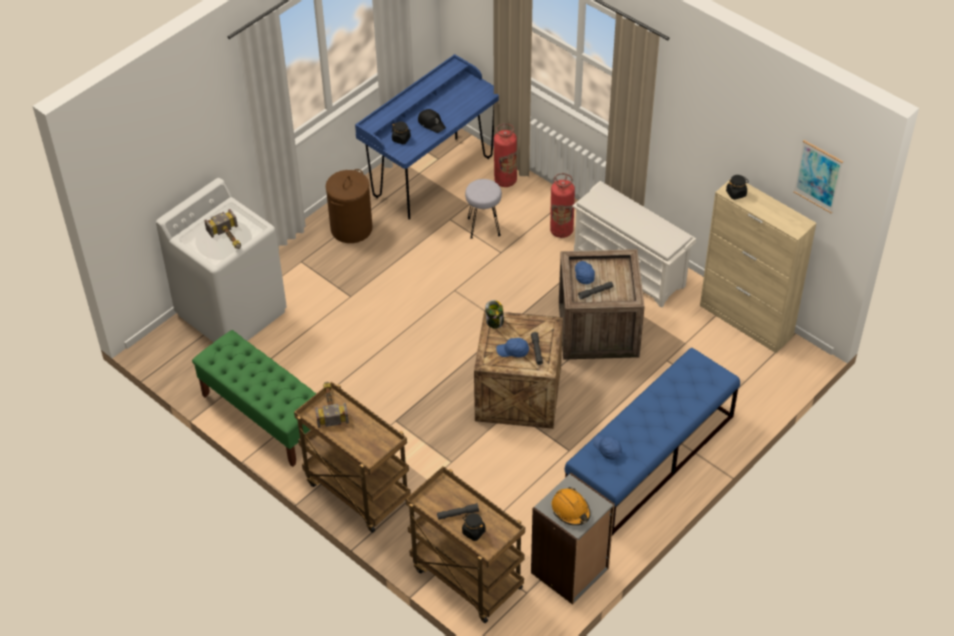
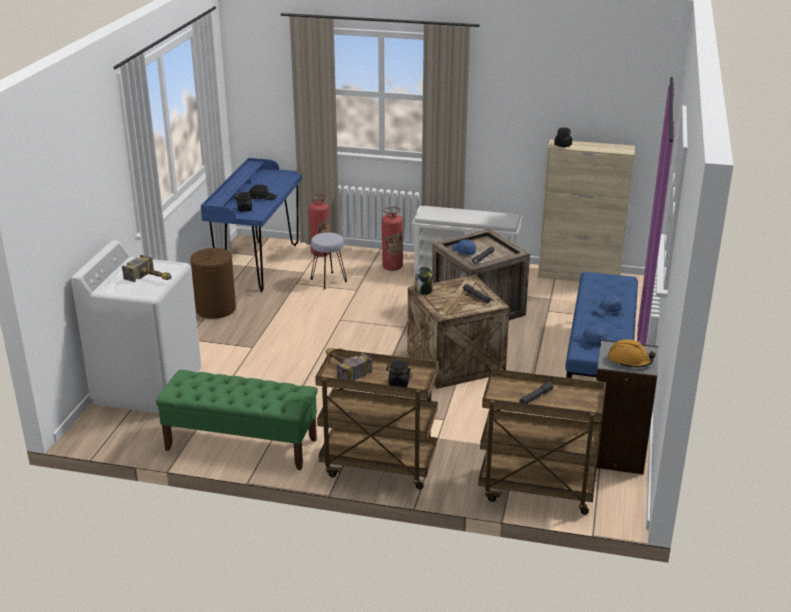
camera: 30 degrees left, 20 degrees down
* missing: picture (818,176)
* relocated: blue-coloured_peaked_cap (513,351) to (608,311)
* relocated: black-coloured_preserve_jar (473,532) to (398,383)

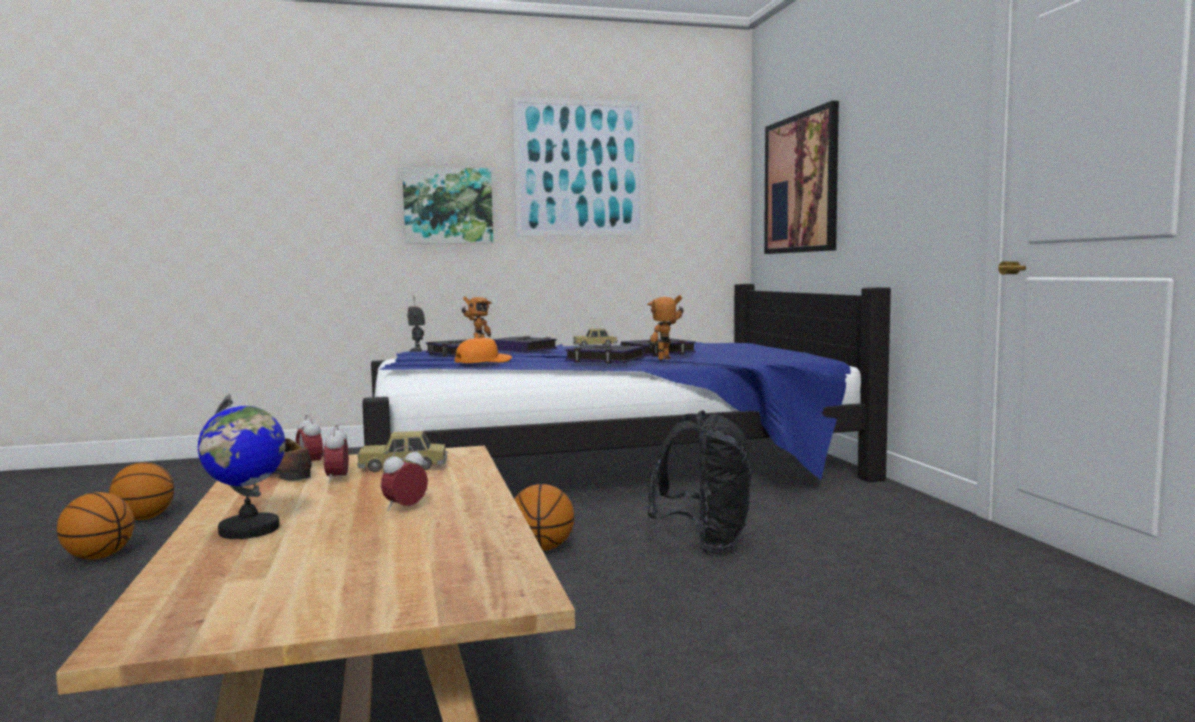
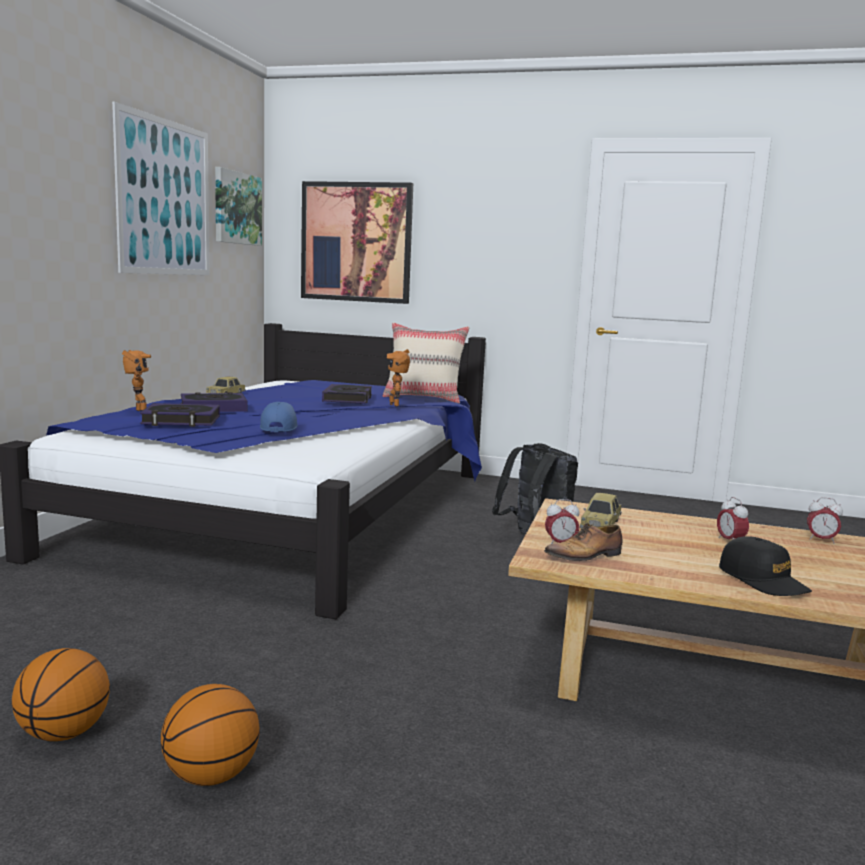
camera: 60 degrees left, 5 degrees up
* relocated: picture (448,206) to (236,208)
* missing: toy_robot (417,351)
* colour: orangey_peaked_cap (483,362) to blue-coloured_peaked_cap (279,427)
* missing: bound_book (605,360)
* exchanged: globe (249,530) to black-coloured_peaked_cap (762,580)
* relocated: bedside_clock (337,479) to (821,540)
* missing: basketball (542,548)
* appeared: beige_pillow (424,398)

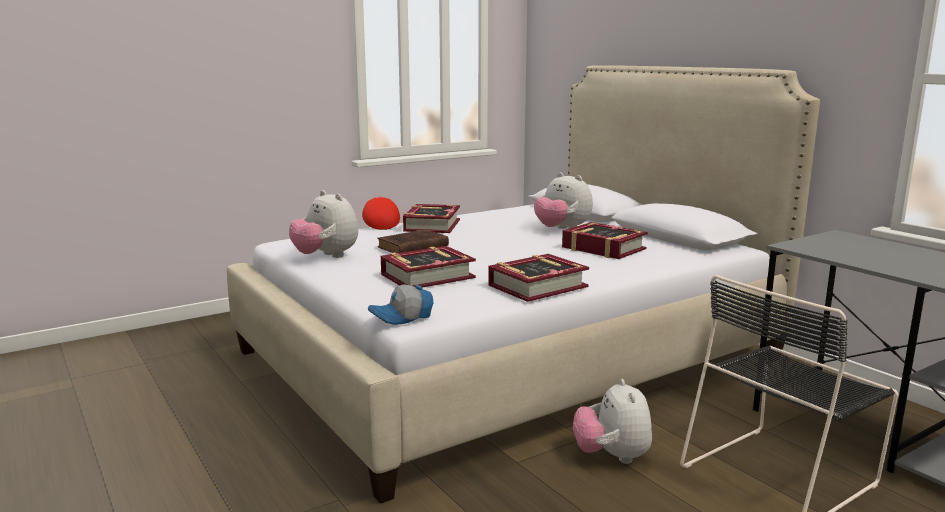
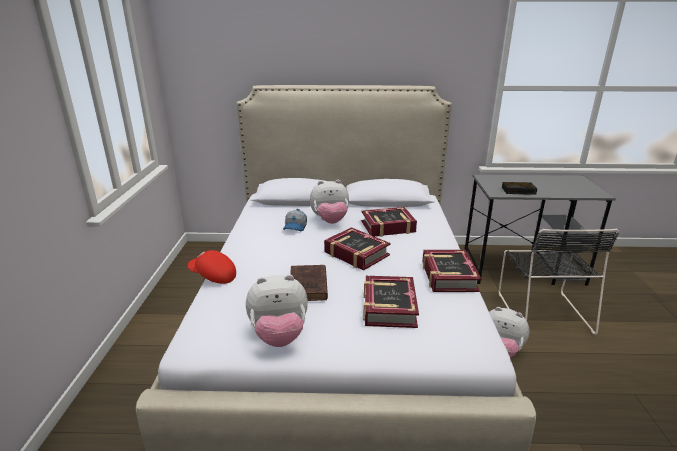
camera: 55 degrees left, 10 degrees up
* relocated: bound_book (431,225) to (356,254)
* relocated: peaked_cap (402,317) to (296,227)
* appeared: bedside_clock (519,191)

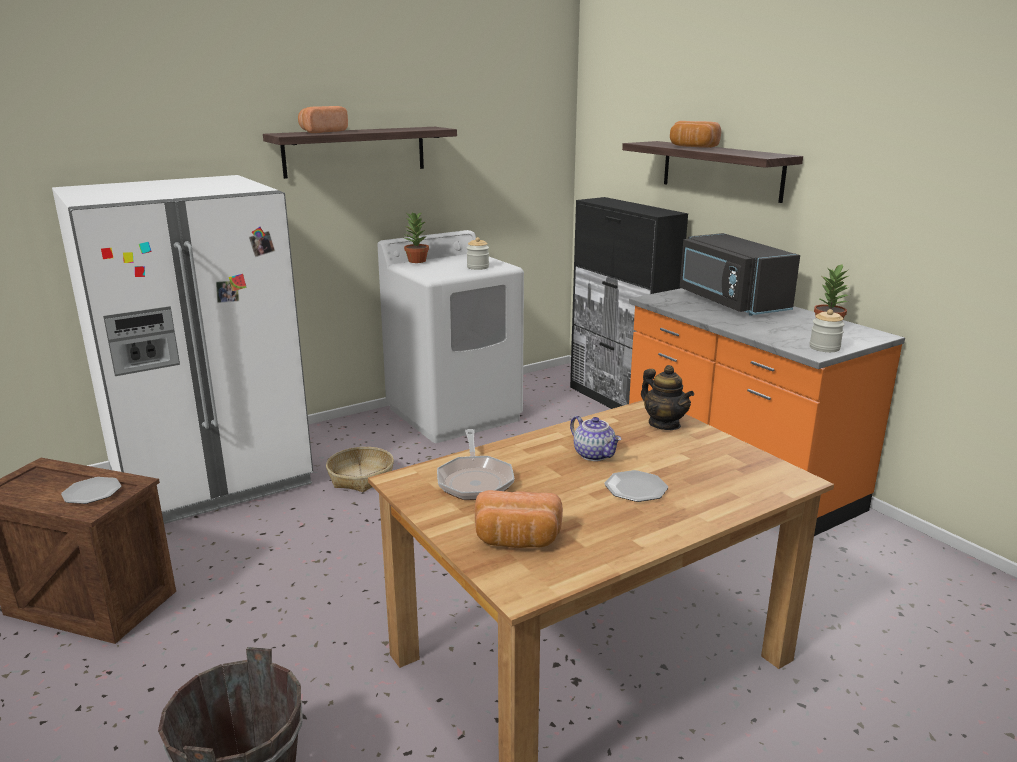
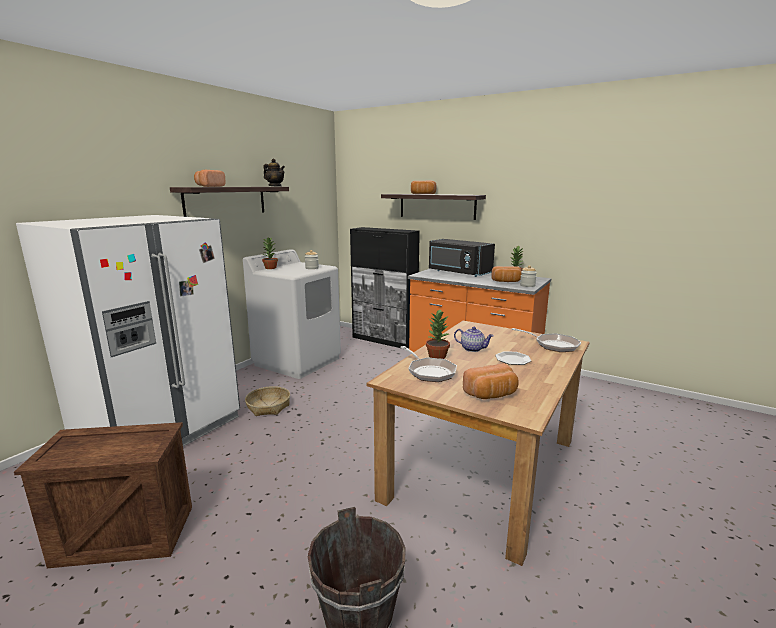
camera: 25 degrees left, 5 degrees down
* relocated: pot_for_tea (664,424) to (275,186)
* missing: flat_dish (92,492)
* appeared: baked_bread (506,282)
* appeared: houseplant (437,356)
* appeared: pan (553,345)

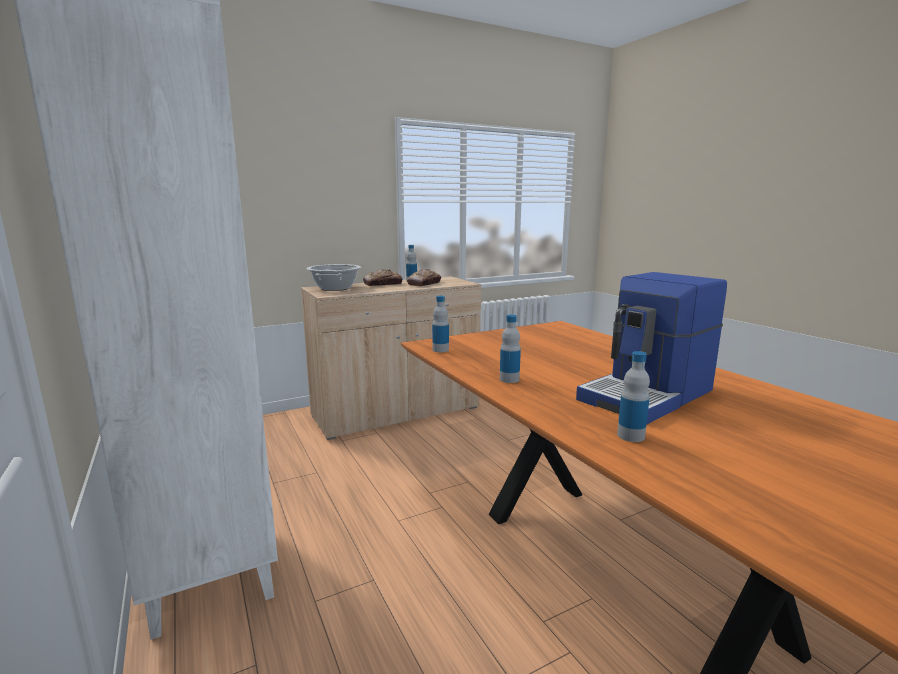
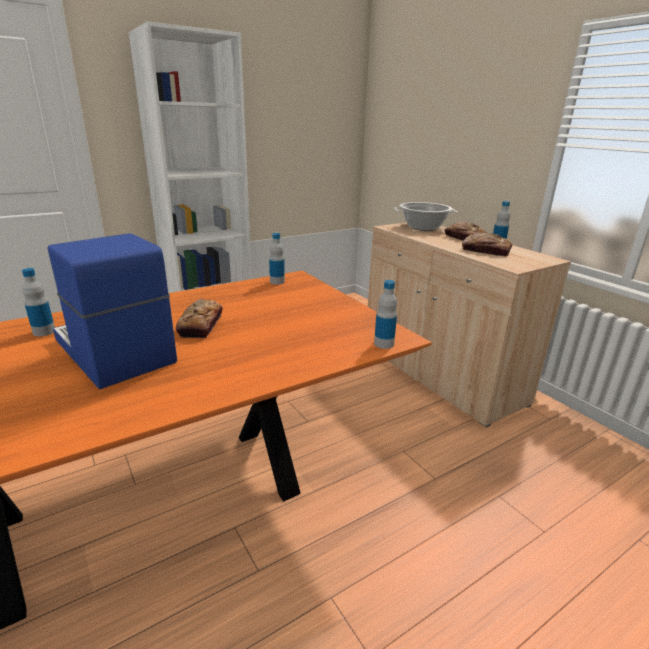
camera: 85 degrees right, 10 degrees up
* relocated: bottle (509,379) to (384,344)
* appeared: baked_bread (201,325)

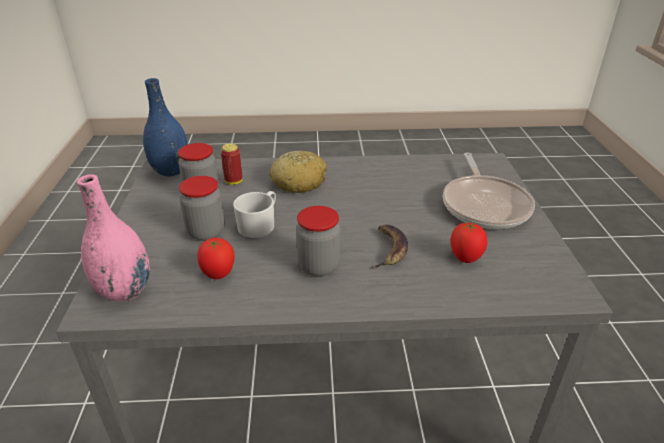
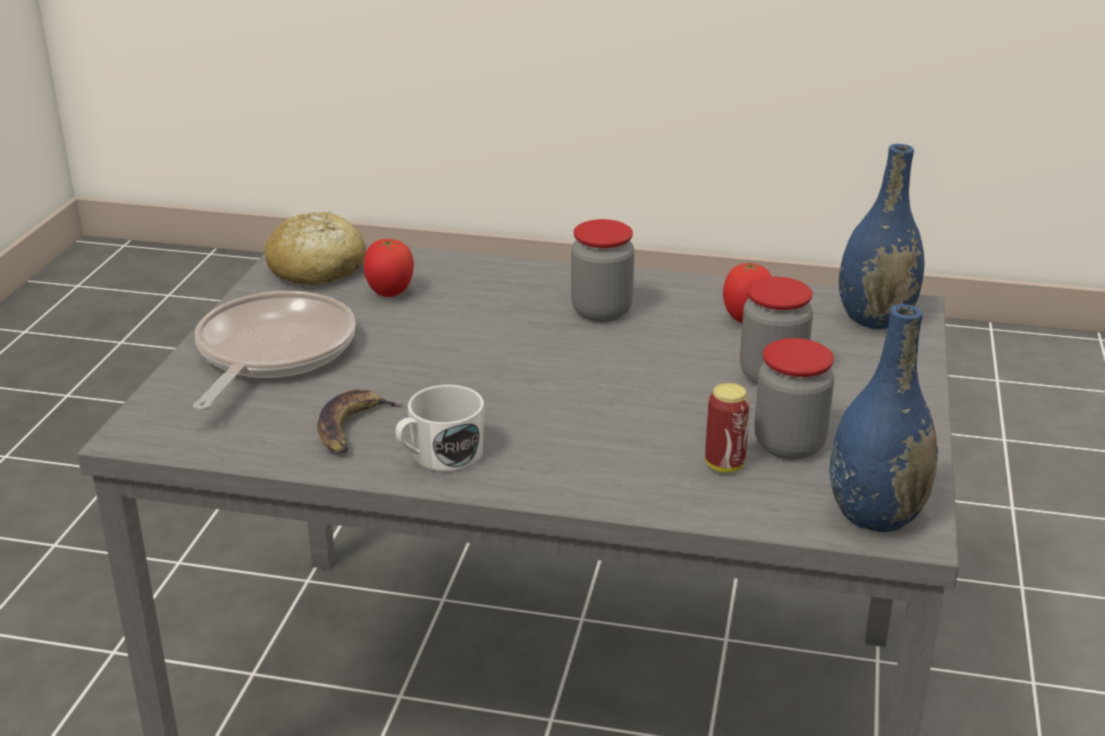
camera: 165 degrees left, 5 degrees down
* relocated: baked_bread (299,182) to (317,269)
* colour: pink_vase (125,291) to blue-coloured_vase (875,319)
* relocated: whitish_mug (259,225) to (439,456)
* relocated: banana (389,249) to (353,428)

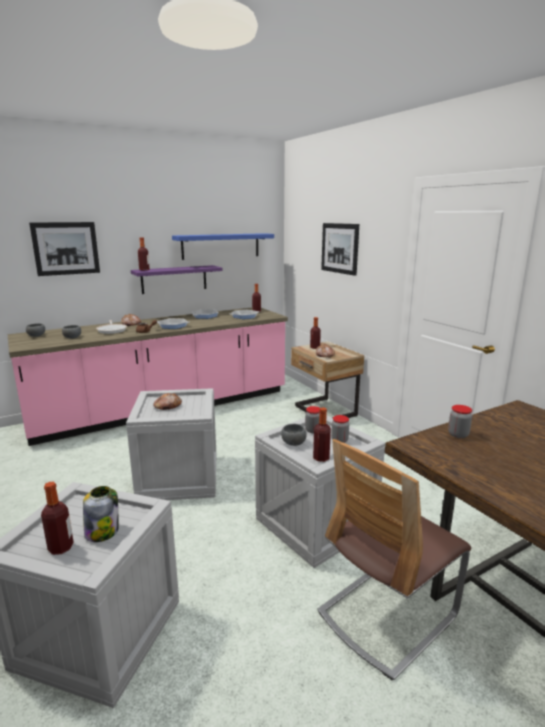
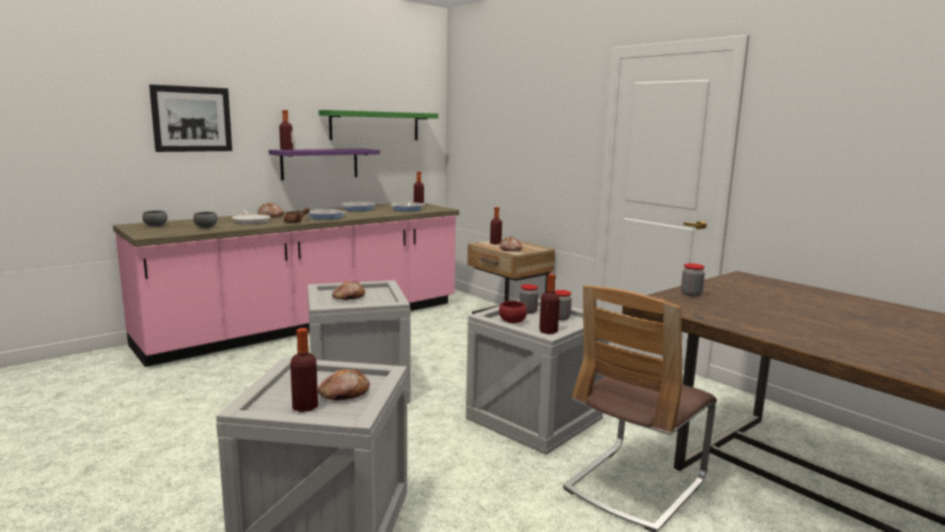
camera: 10 degrees left, 5 degrees down
* missing: picture (339,248)
* colour: blue-coloured_bracket_shelf (221,246) to green_bracket_shelf (375,126)
* colour: gray_bowl (293,443) to reddish_bowl (511,321)
* exchanged: preserve_jar (102,531) to baked_bread (343,393)

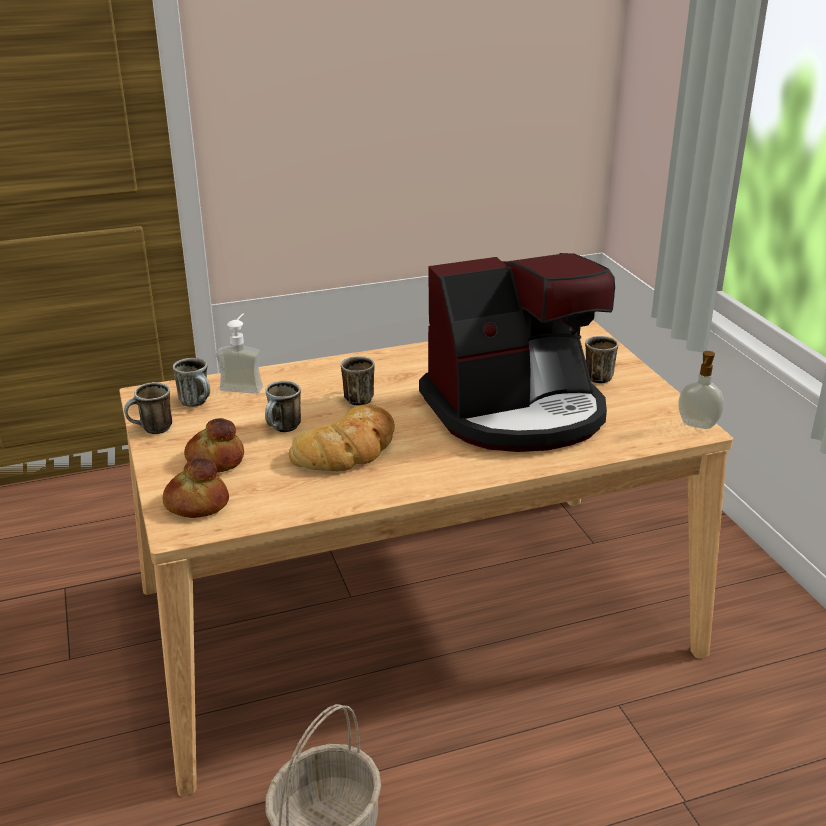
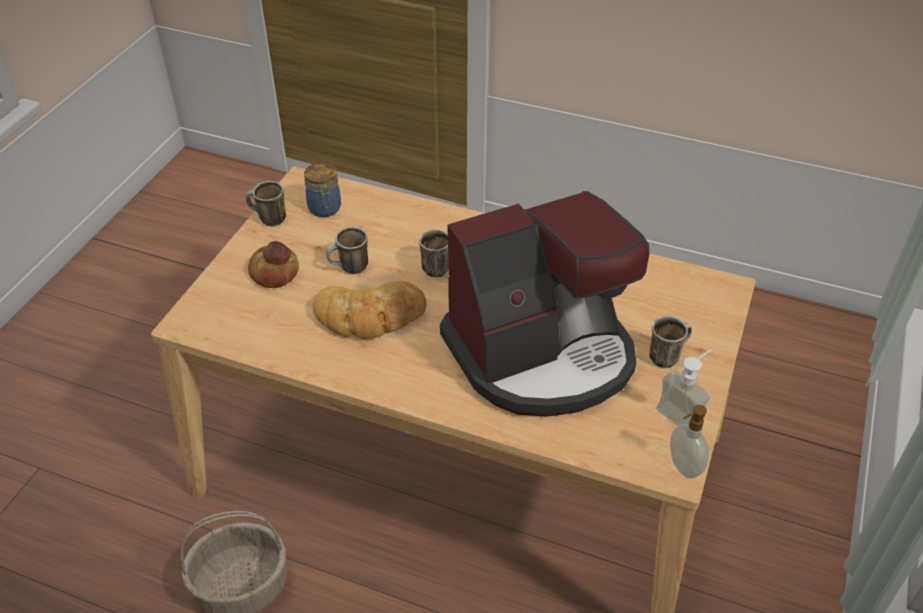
camera: 40 degrees right, 15 degrees up
* spun: coffee_machine (517,412) = (542,354) 45 degrees counterclockwise
* relocated: soap_dispenser (244,385) to (685,413)
* exchanged: mug (198,403) to preserve_jar (325,209)
* missing: baked_bread (196,504)

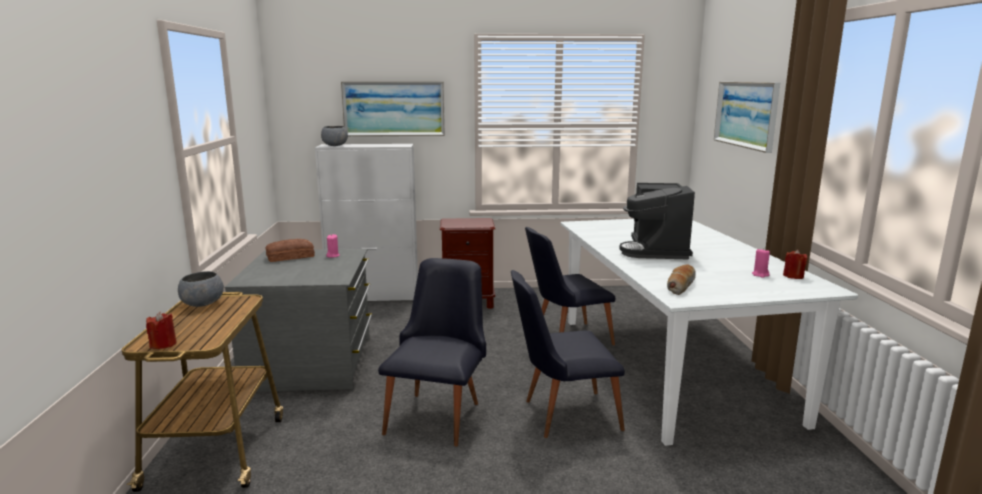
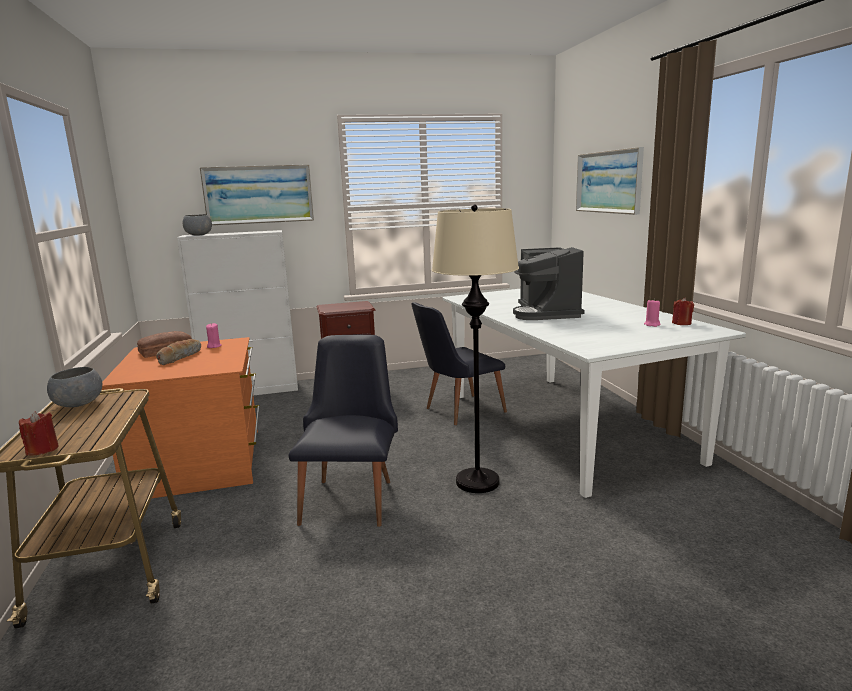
camera: 10 degrees left, 0 degrees up
* colour: gray_chest_of_drawers (312,362) to orangey_chest_of_drawers (201,462)
* relocated: baked_bread (680,285) to (180,357)
* exchanged: black-coloured_chair (561,414) to beige_floor_lamp (477,482)

